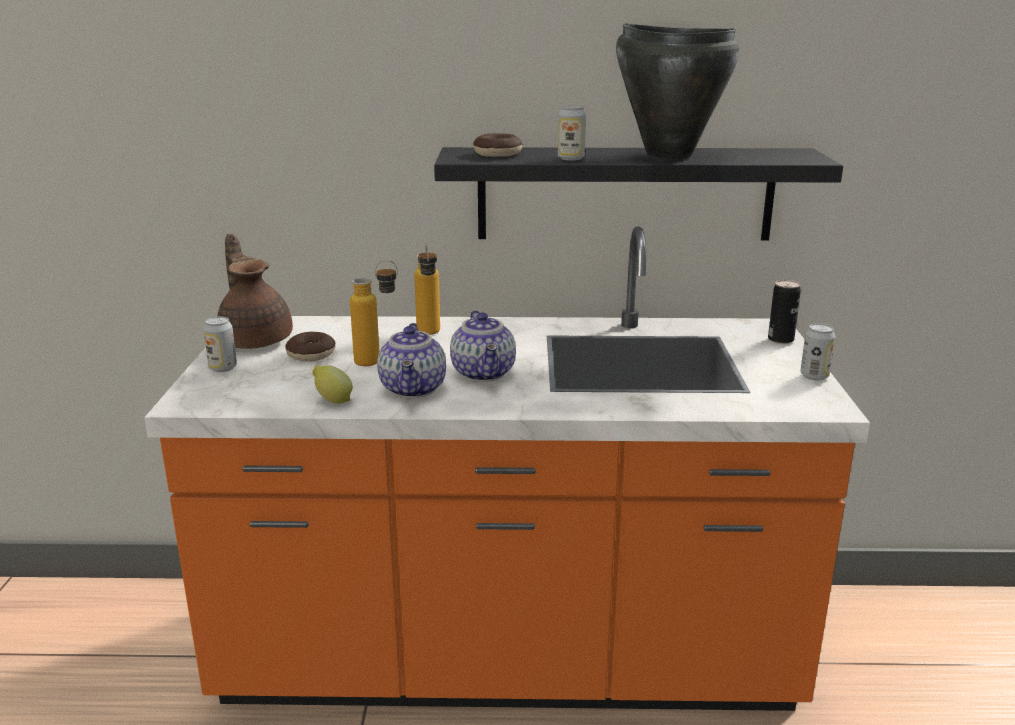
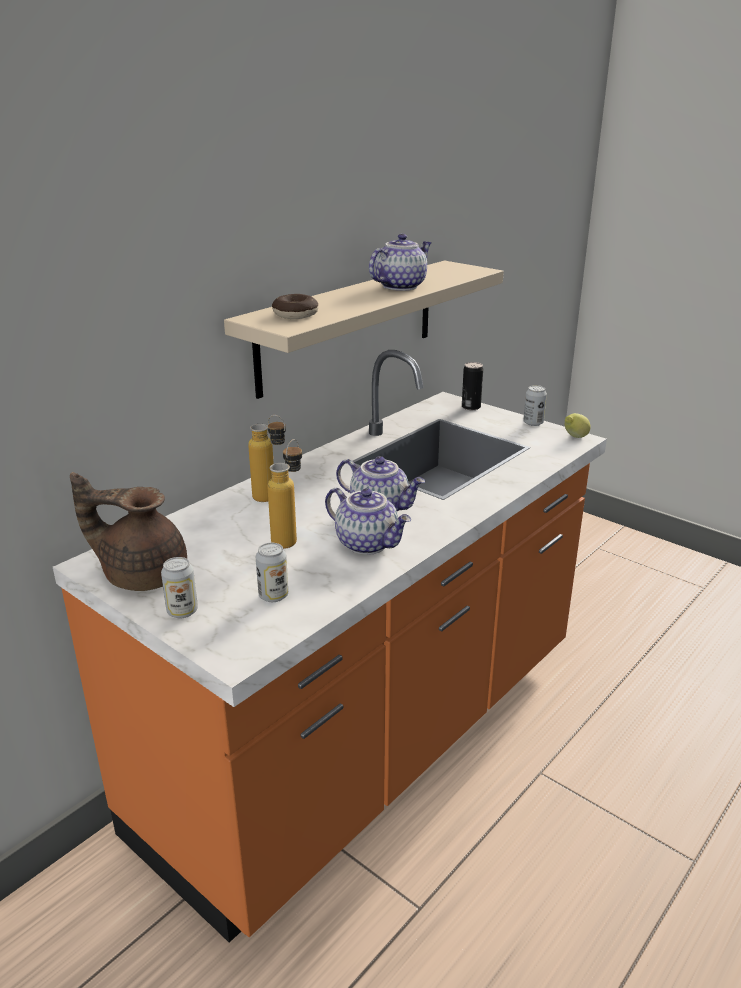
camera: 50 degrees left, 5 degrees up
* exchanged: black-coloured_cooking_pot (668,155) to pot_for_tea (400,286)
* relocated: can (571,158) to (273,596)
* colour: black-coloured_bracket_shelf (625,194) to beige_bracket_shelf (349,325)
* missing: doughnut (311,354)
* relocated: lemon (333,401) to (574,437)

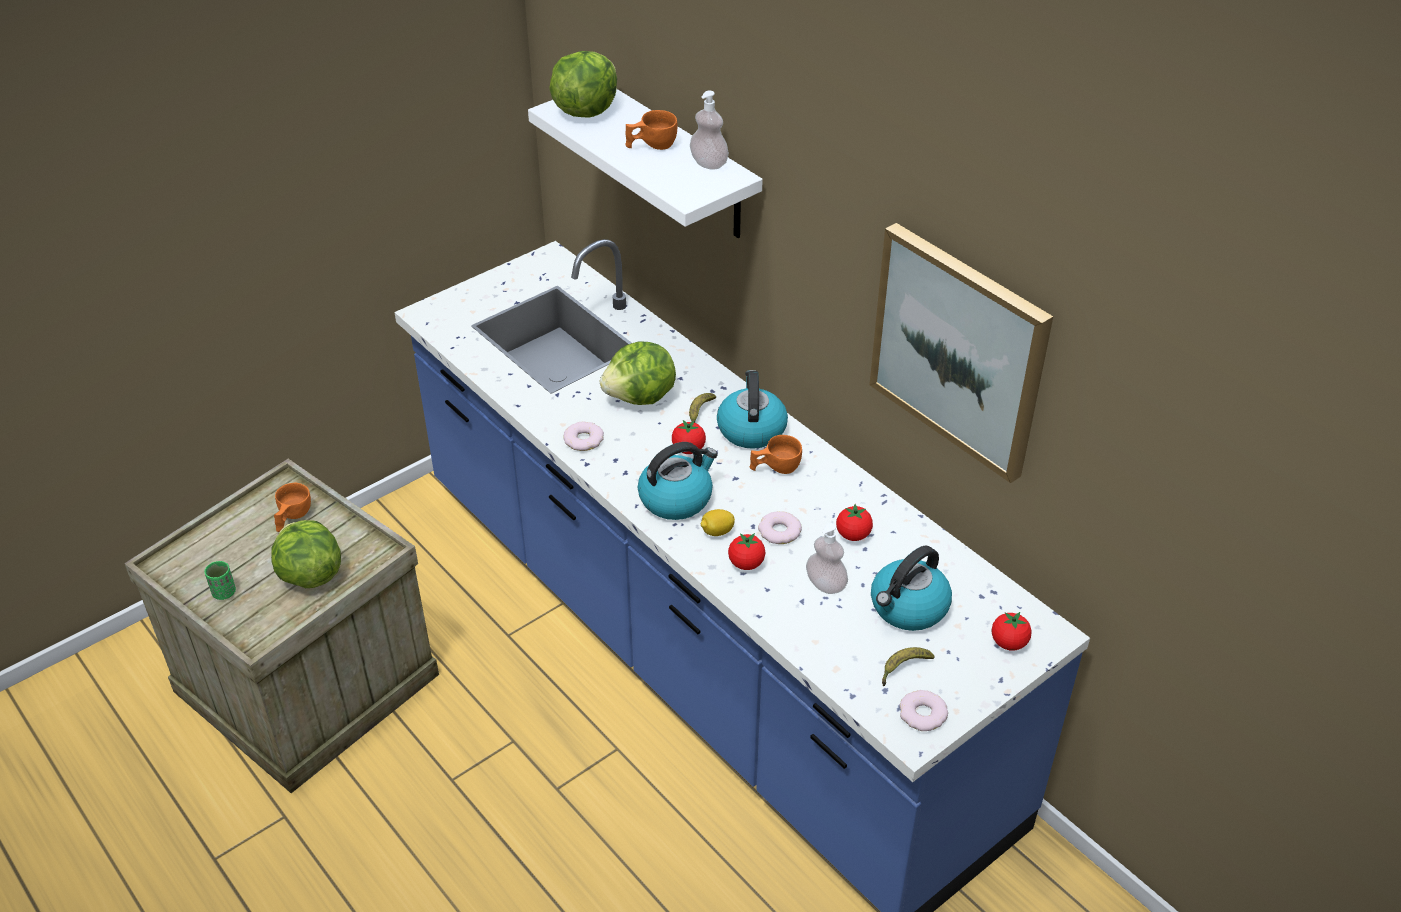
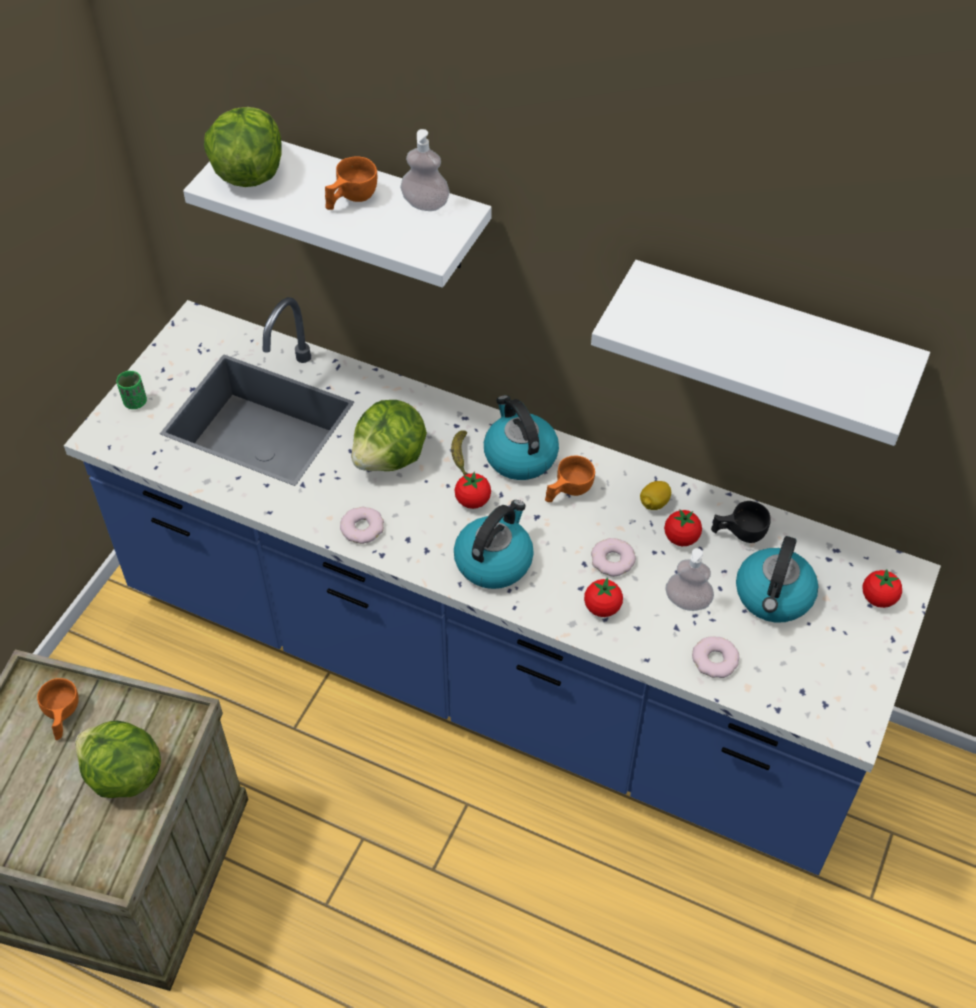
camera: 25 degrees left, 10 degrees up
* exchanged: picture (959,350) to whitish_bracket_shelf (771,339)
* relocated: lemon (717,532) to (654,503)
* relocated: green_small_cup (224,592) to (135,402)
* missing: banana (903,668)
* relocated: doughnut (923,714) to (715,660)
* appeared: black-coloured_small_cup (738,533)

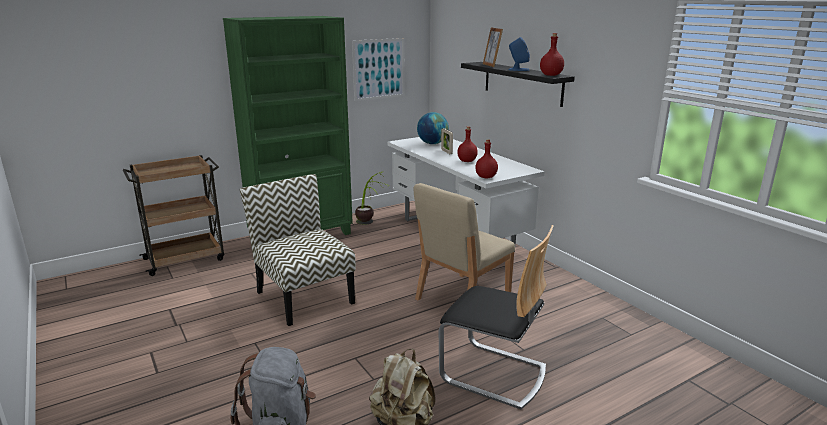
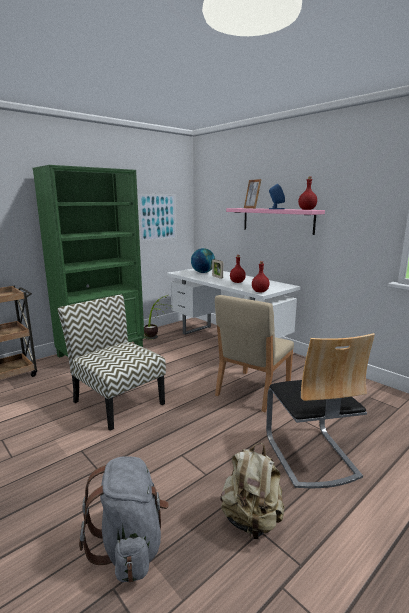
camera: 10 degrees left, 5 degrees down
* colour: black-coloured_bracket_shelf (522,83) to pink_bracket_shelf (277,220)
* spun: chair (494,373) = (310,455) 60 degrees clockwise

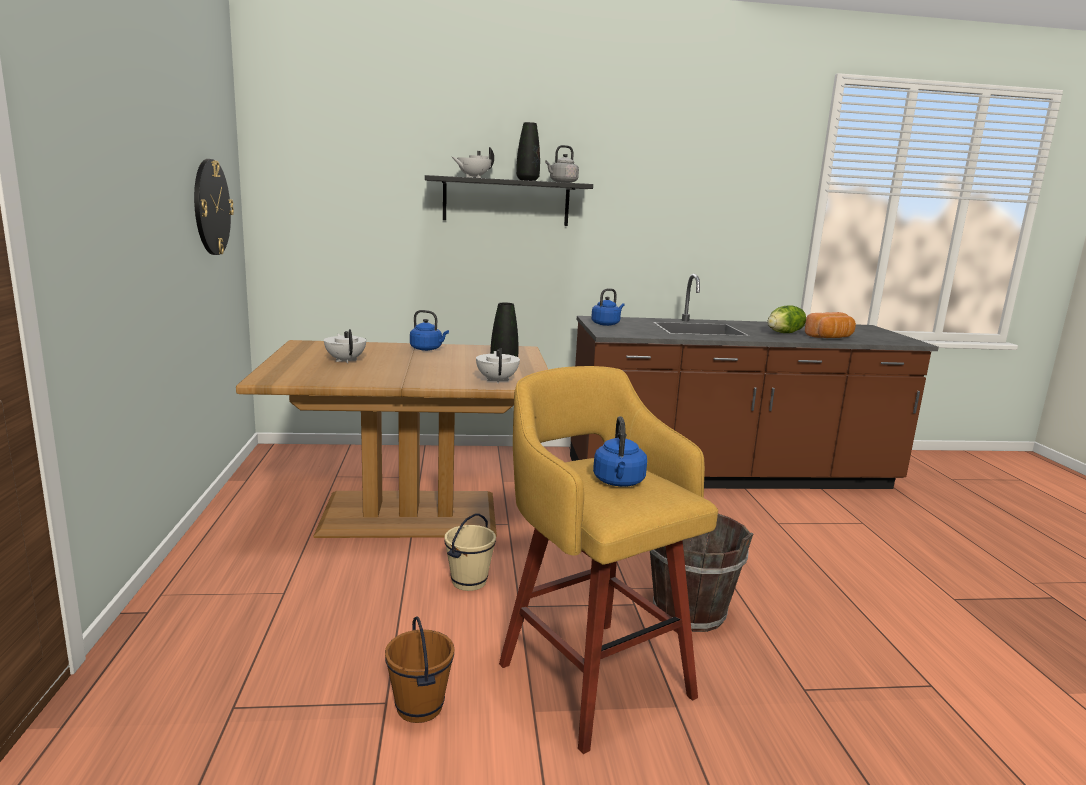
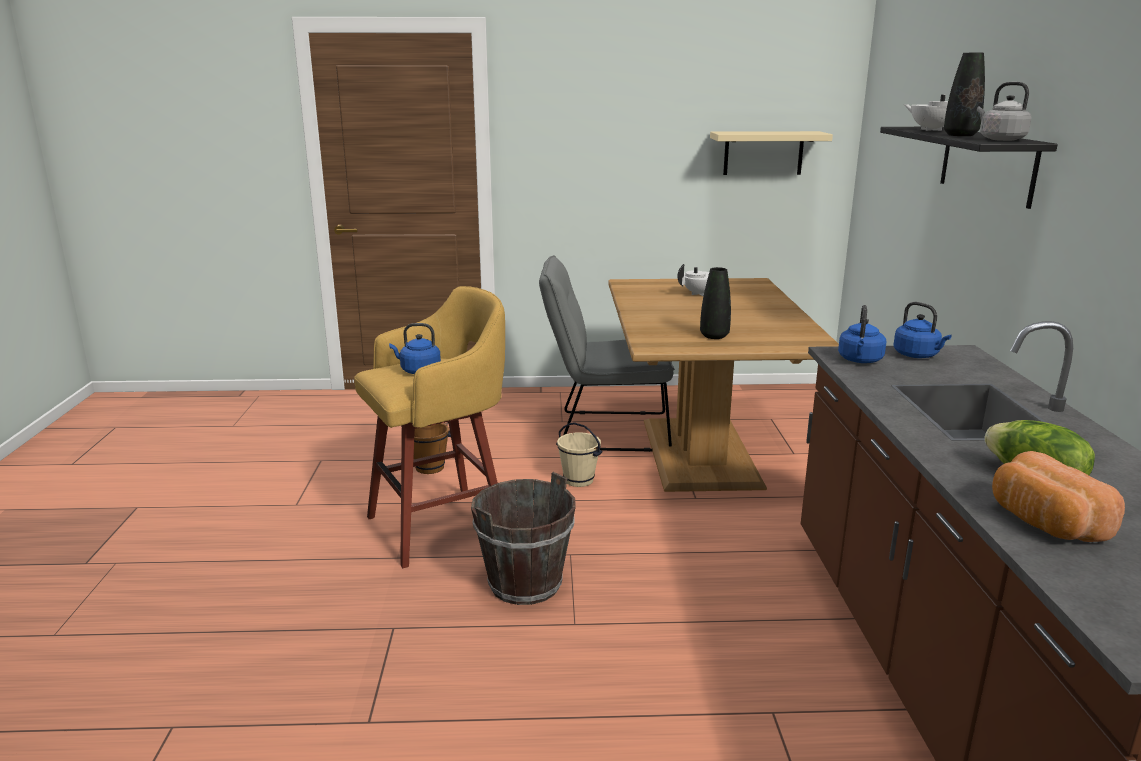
camera: 95 degrees right, 5 degrees up
* exchanged: wall_clock (211,207) to beige_bracket_shelf (763,153)
* relocated: blue-coloured_tea_kettle (427,349) to (860,360)
* missing: whitish_pot_for_tea (497,380)
* appeared: gray_chair (605,431)

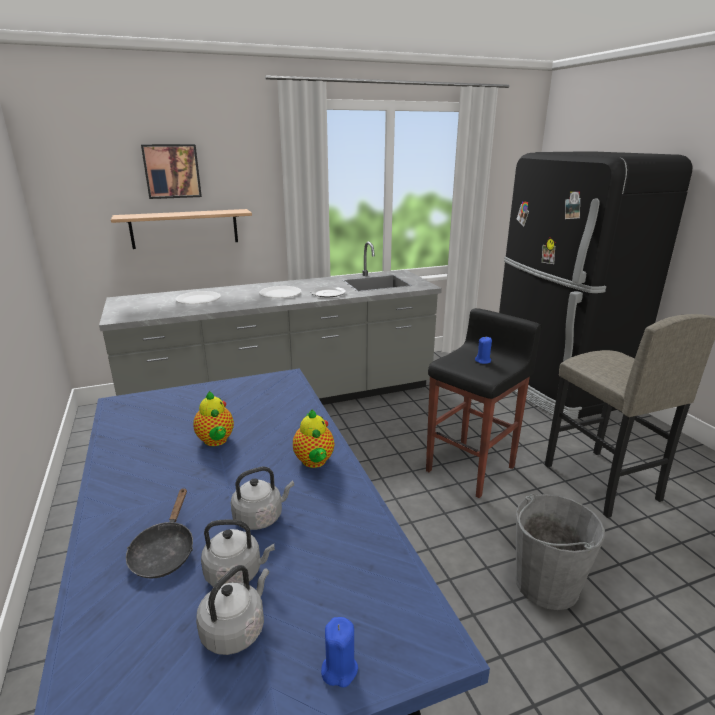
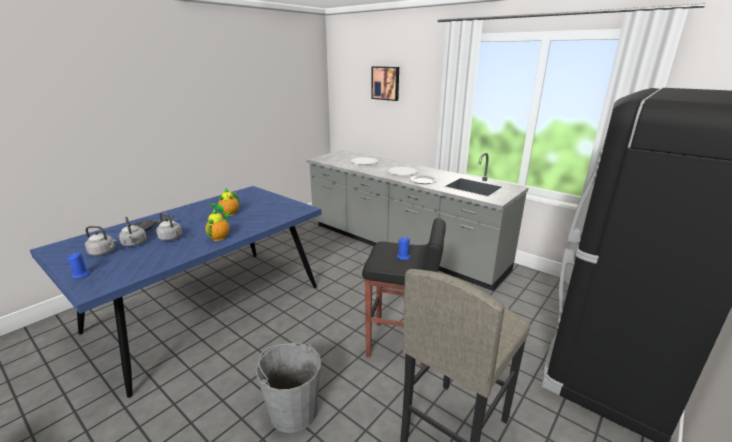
camera: 60 degrees right, 0 degrees up
* missing: bracket_shelf (184,228)
* spun: pot_for_tea (314,462) = (220,237) 150 degrees clockwise

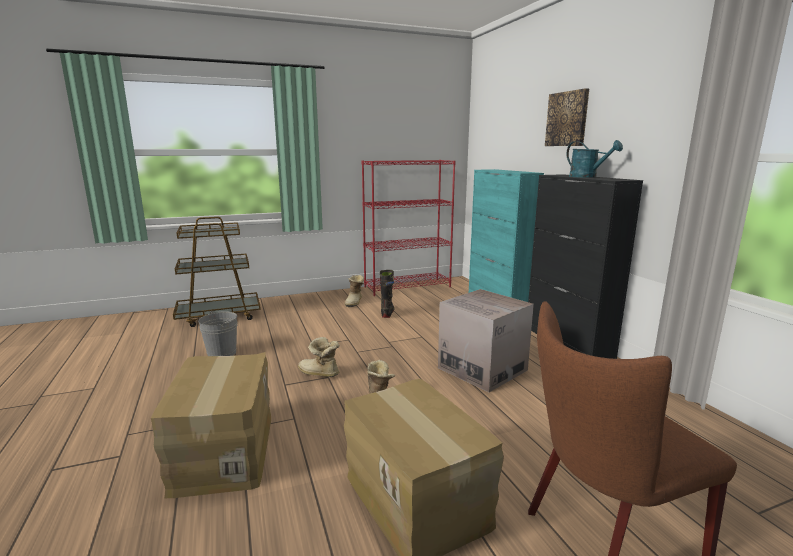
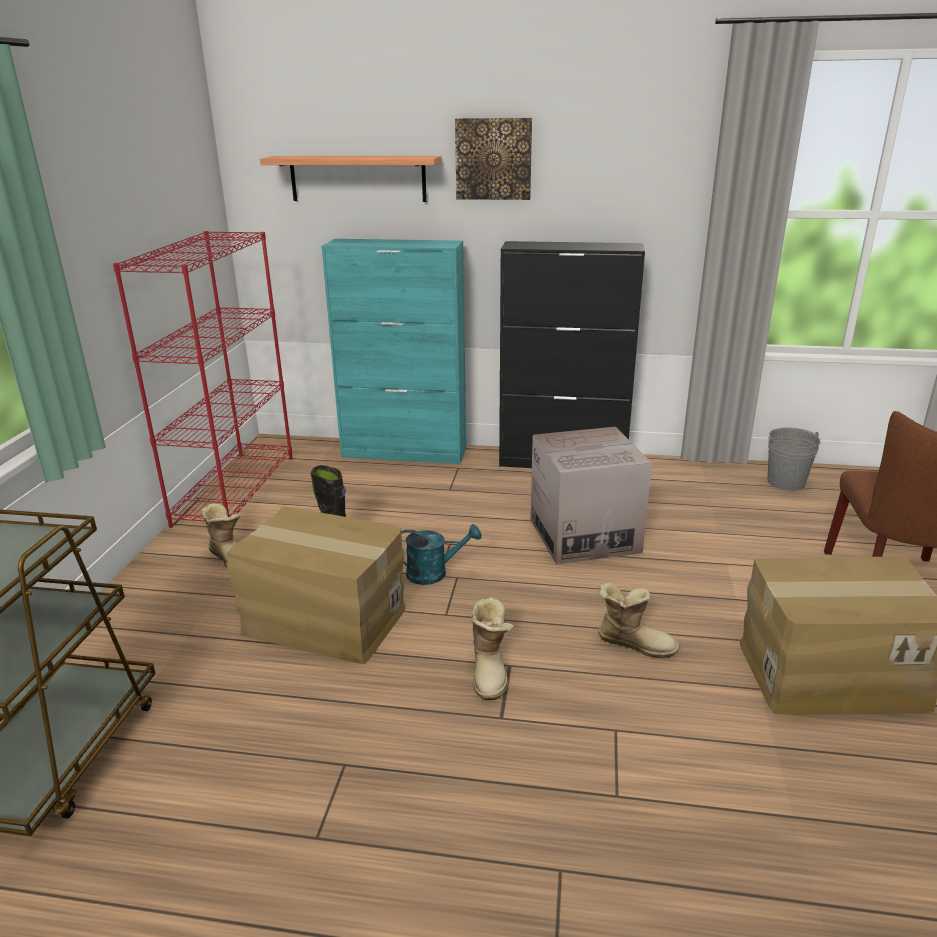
camera: 60 degrees left, 10 degrees up
* relocated: turquoise_sprinkling_can (587,177) to (434,573)
* relocated: gray_water_bucket (222,353) to (786,482)
* spun: tall_boot (319,374) = (491,672) 60 degrees counterclockwise
* relocated: carton (223,451) to (324,621)
* appeared: bracket_shelf (357,178)

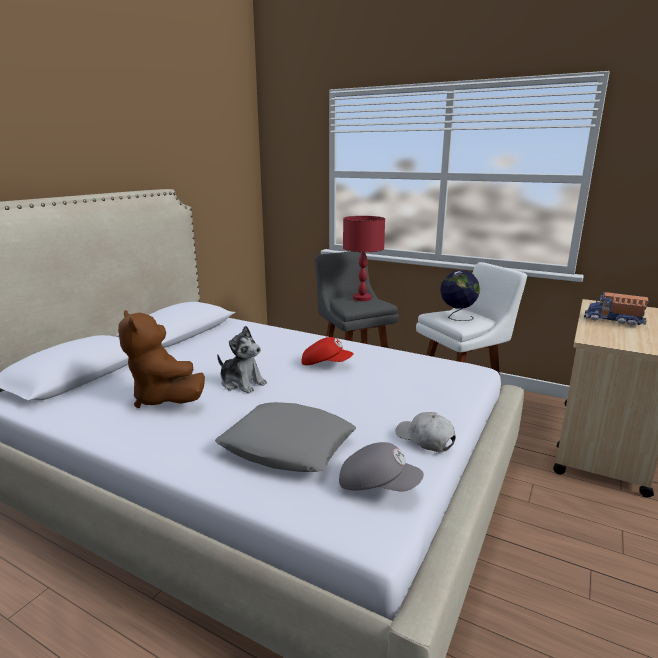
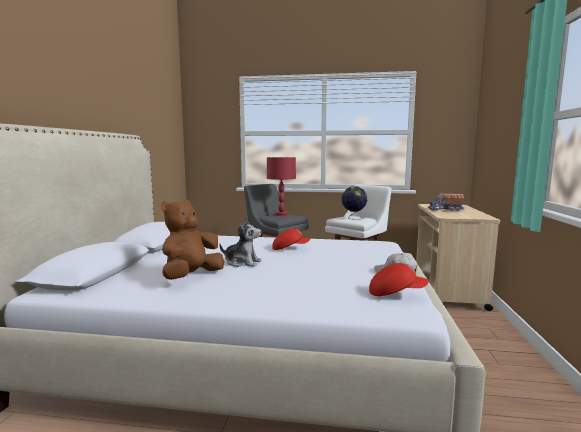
camera: 20 degrees left, 10 degrees down
* spun: brown_plush_toy (164,398) = (191,276) 90 degrees clockwise
* missing: gray_pillow (287,446)
* colour: gray_peaked_cap (378,485) to reddish_peaked_cap (396,293)

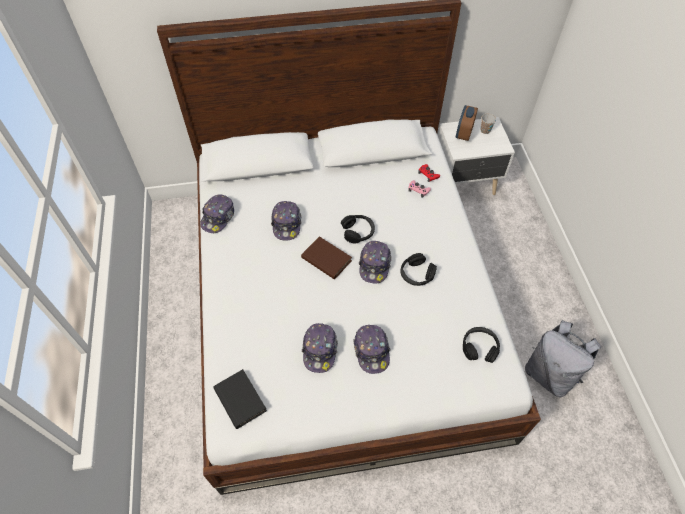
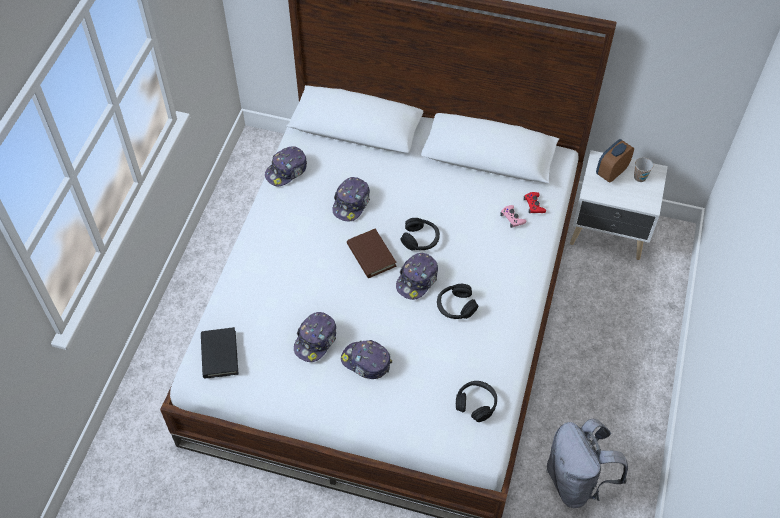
camera: 25 degrees right, 0 degrees up
* spun: peaked_cap (372,351) = (366,362) 105 degrees clockwise

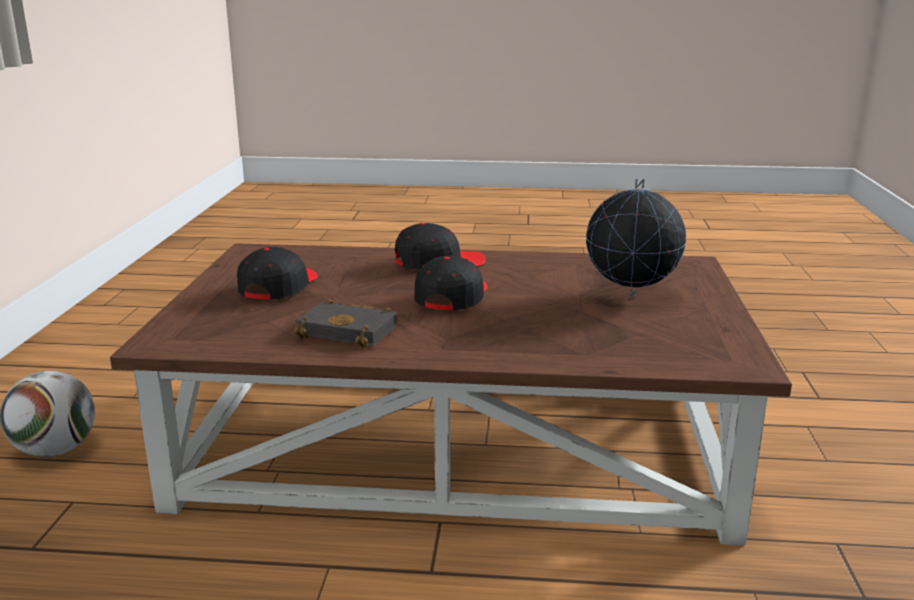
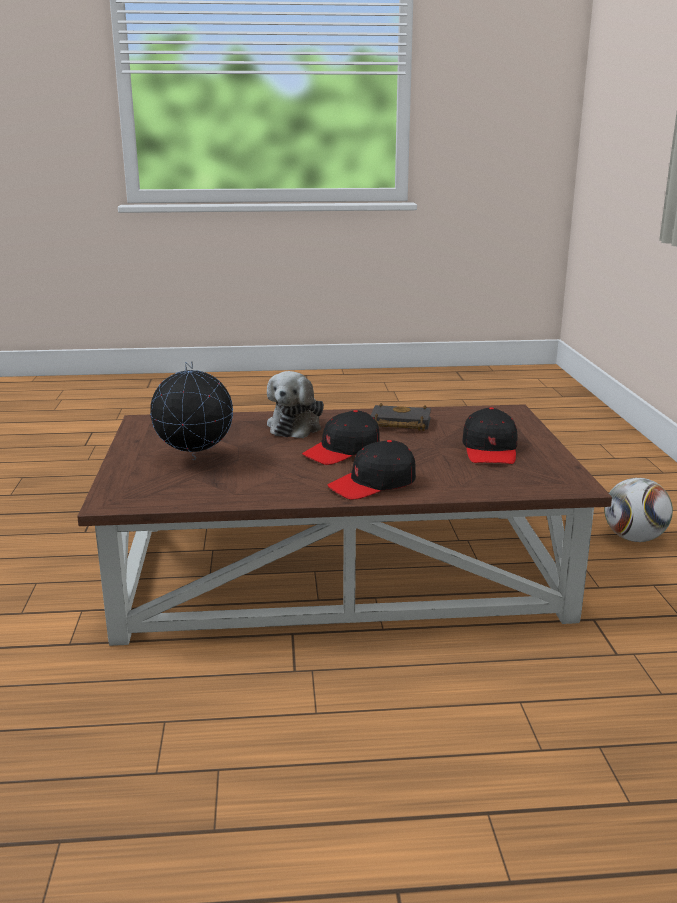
camera: 170 degrees right, 0 degrees up
* spun: black-coloured_peaked_cap (452,296) = (342,451) 45 degrees clockwise
* appeared: plush_toy (296,426)

